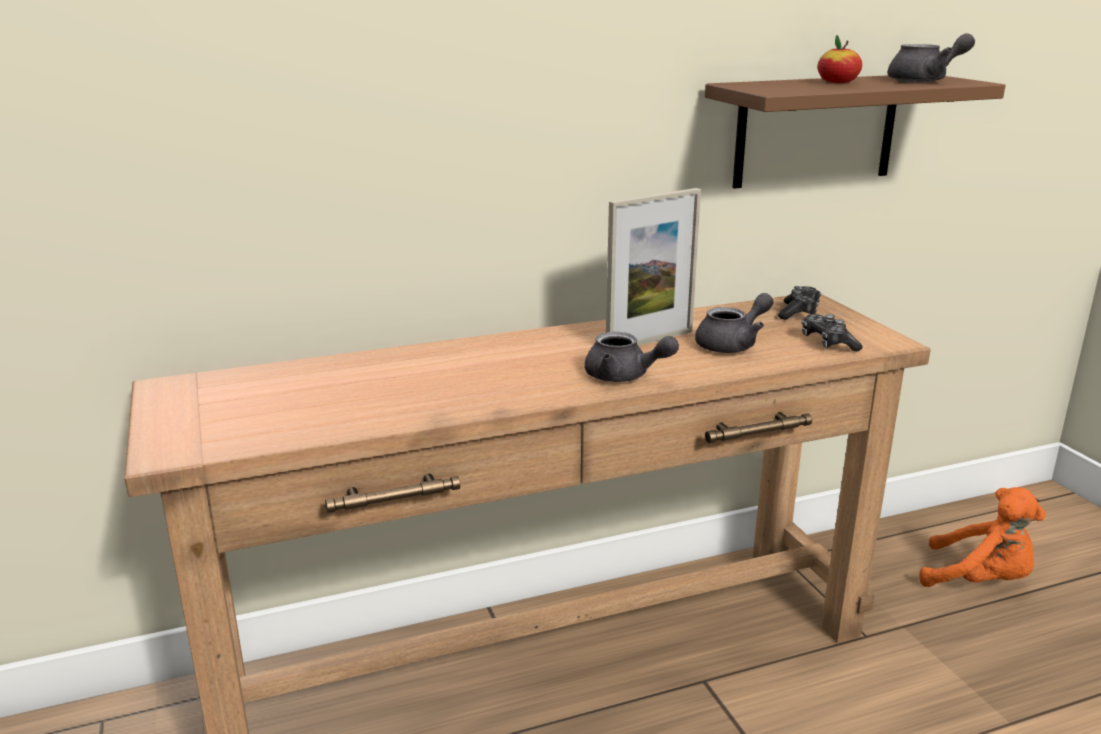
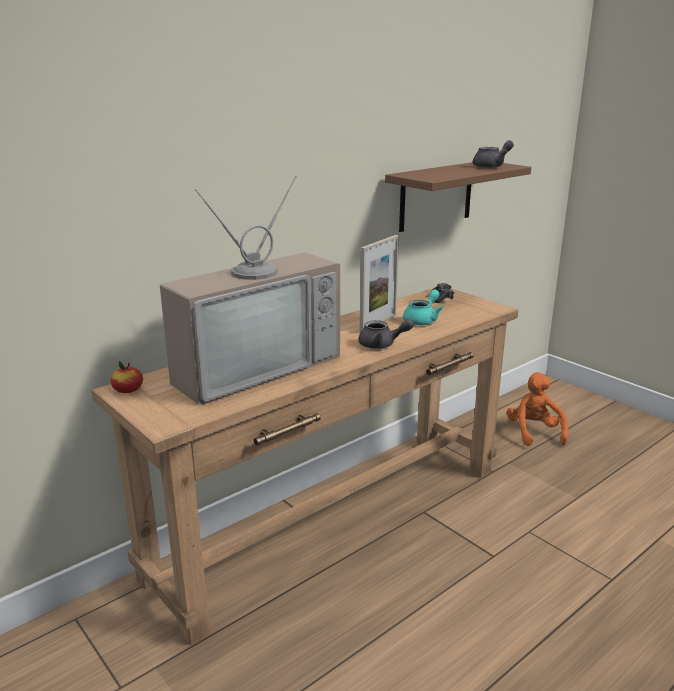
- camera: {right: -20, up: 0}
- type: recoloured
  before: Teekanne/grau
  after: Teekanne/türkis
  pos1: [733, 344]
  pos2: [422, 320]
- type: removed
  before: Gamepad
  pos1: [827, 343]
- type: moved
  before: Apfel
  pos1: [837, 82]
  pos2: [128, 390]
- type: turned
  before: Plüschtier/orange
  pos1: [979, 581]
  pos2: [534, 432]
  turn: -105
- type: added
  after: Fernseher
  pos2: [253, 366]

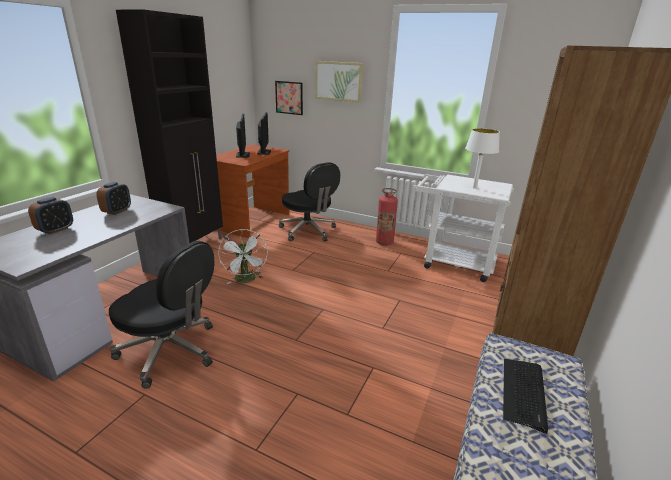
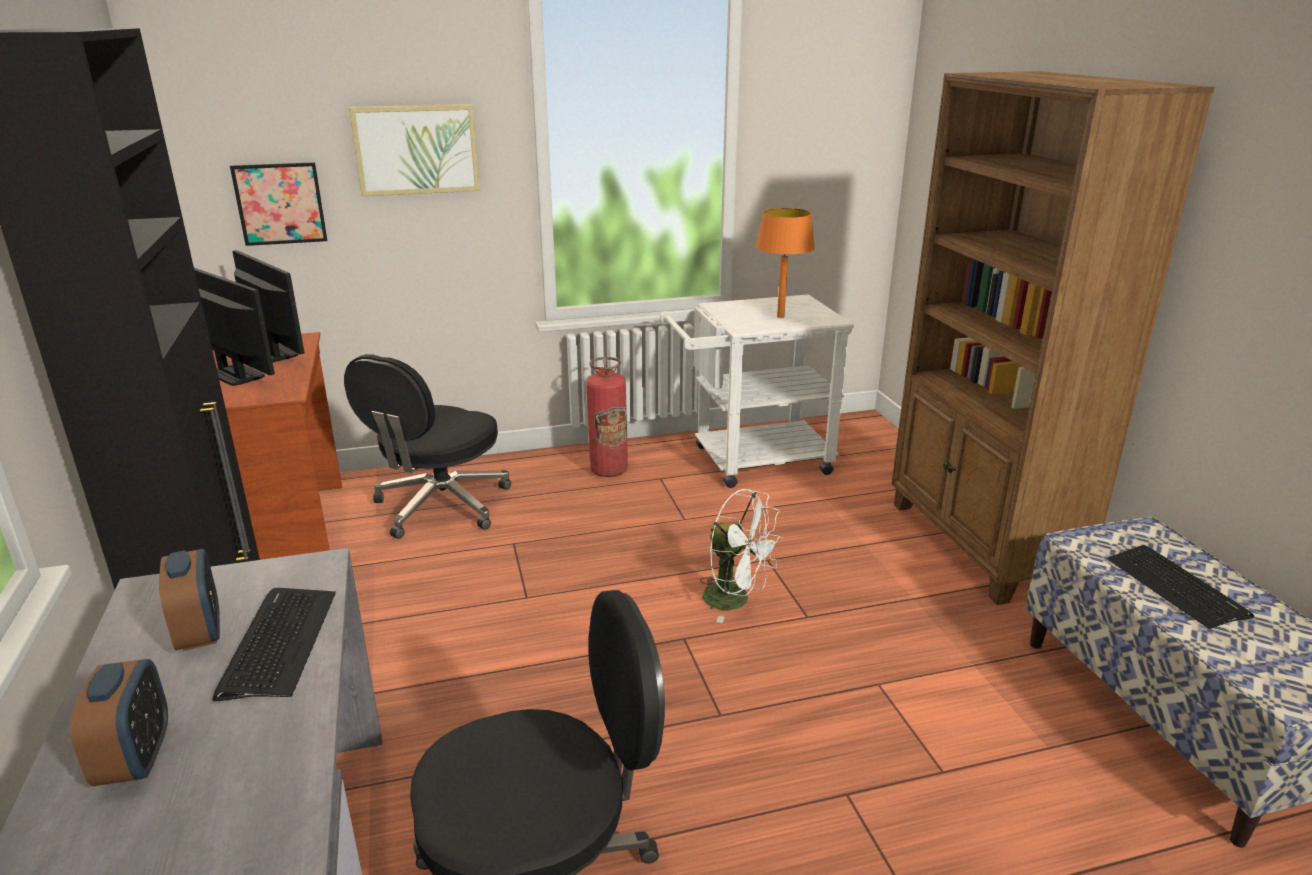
- camera: {right: -40, up: 0}
- type: moved
  before: Ventilator/weiß
  pos1: [246, 280]
  pos2: [736, 600]
- type: turned
  before: Bürostuhl/schwarz
  pos1: [308, 231]
  pos2: [440, 506]
  turn: 105
- type: recoloured
  before: Tischlampe/weiß
  after: Tischlampe/orange
  pos1: [474, 188]
  pos2: [780, 316]
- type: added
  after: Tastatur
  pos2: [278, 643]

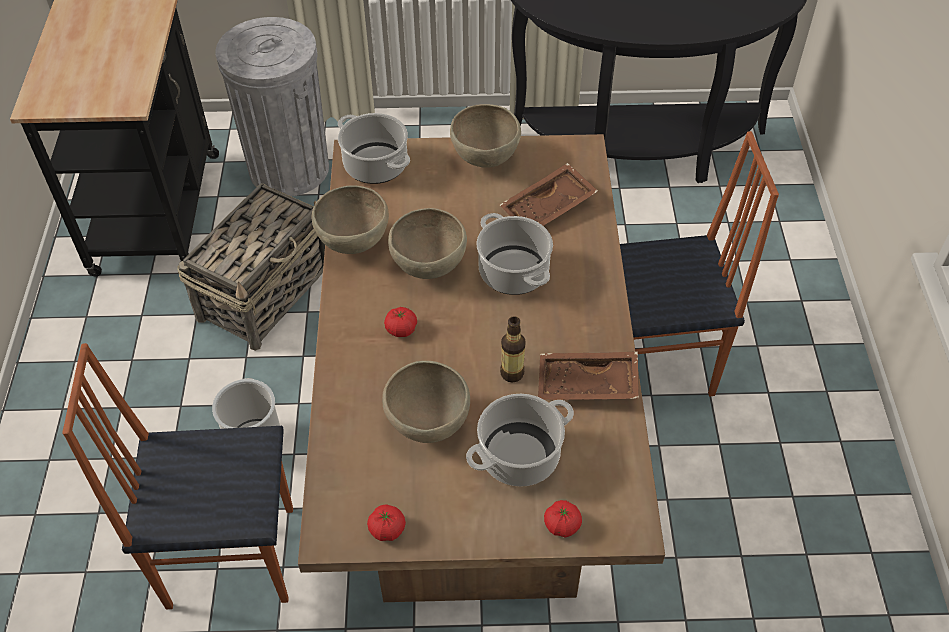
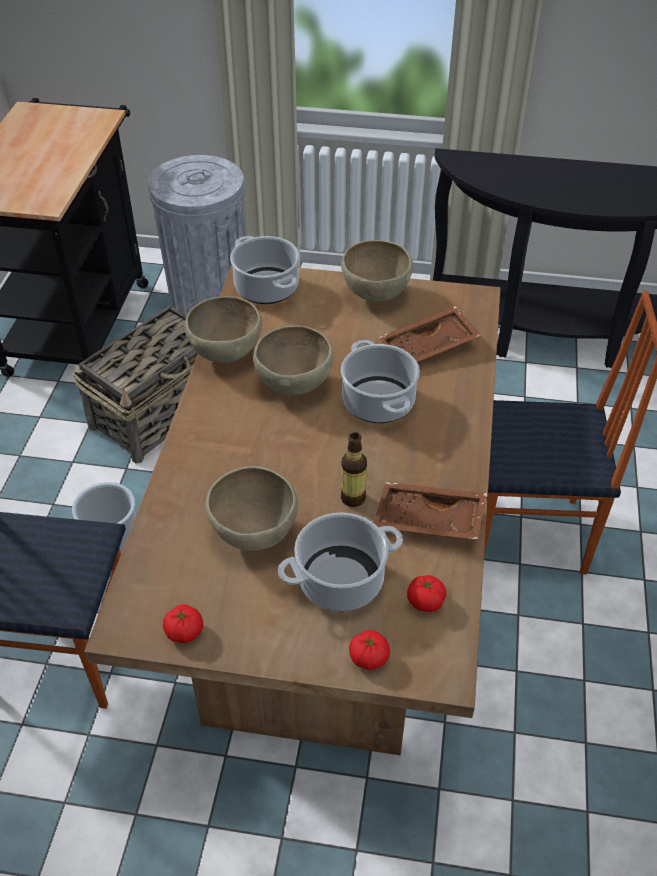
- camera: {right: 10, up: -5}
- type: moved
  before: Tomate
  pos1: [401, 329]
  pos2: [425, 601]

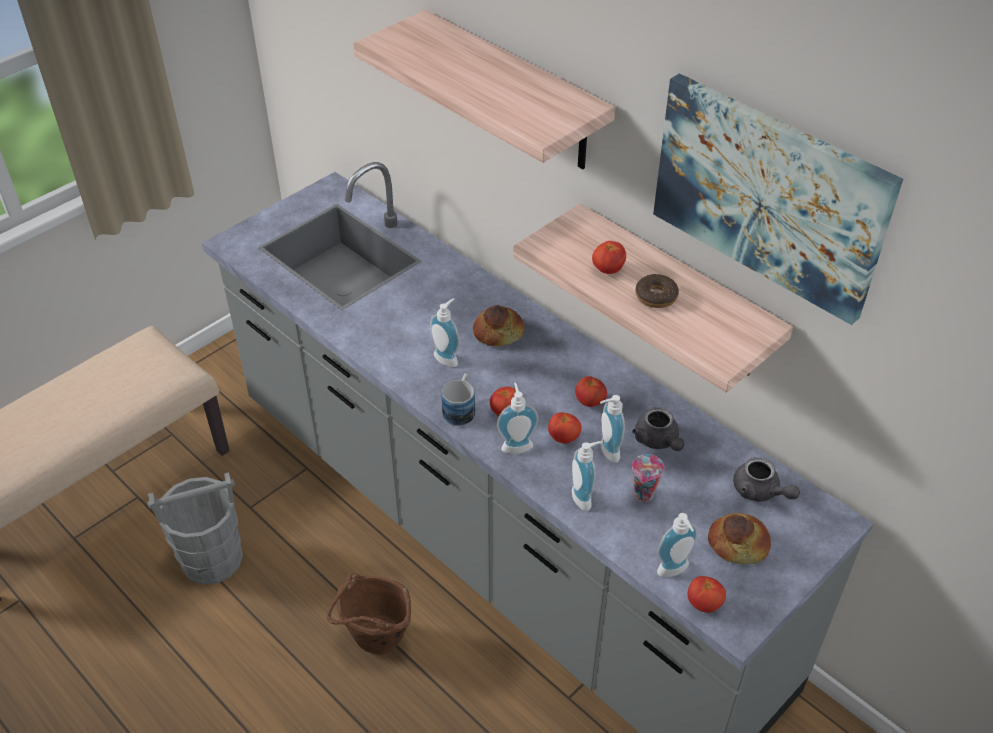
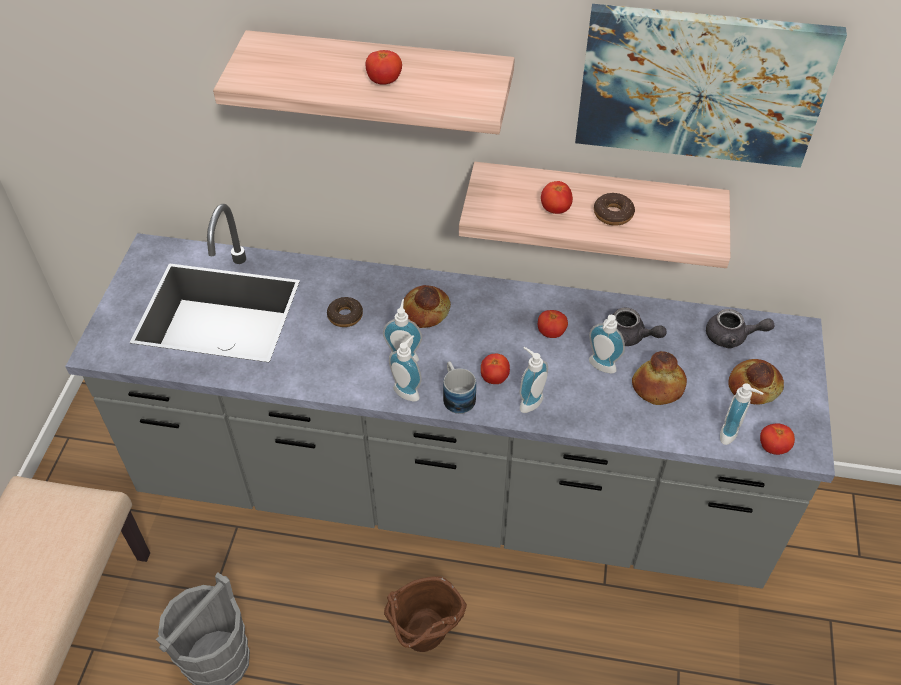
- camera: {right: -35, up: 5}
- type: moved
  before: Tomate
  pos1: [564, 438]
  pos2: [384, 81]
- type: moved
  before: Seifenspender
  pos1: [585, 497]
  pos2: [408, 390]
- type: replaced
  before: Tasse
  after: Brot
  pos1: [644, 495]
  pos2: [658, 387]
- type: added
  after: Donut
  pos2: [345, 316]

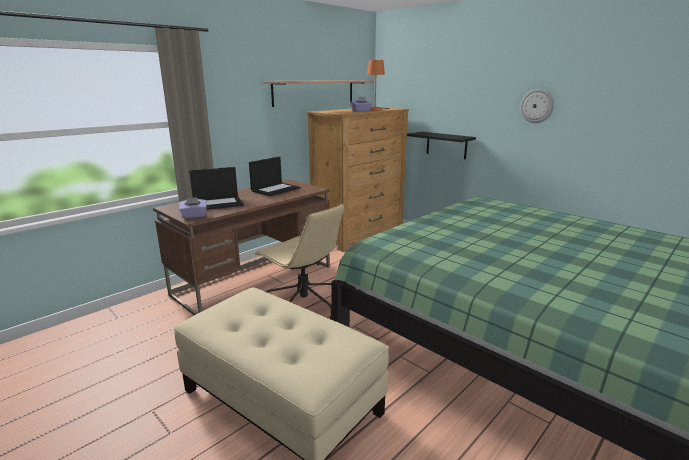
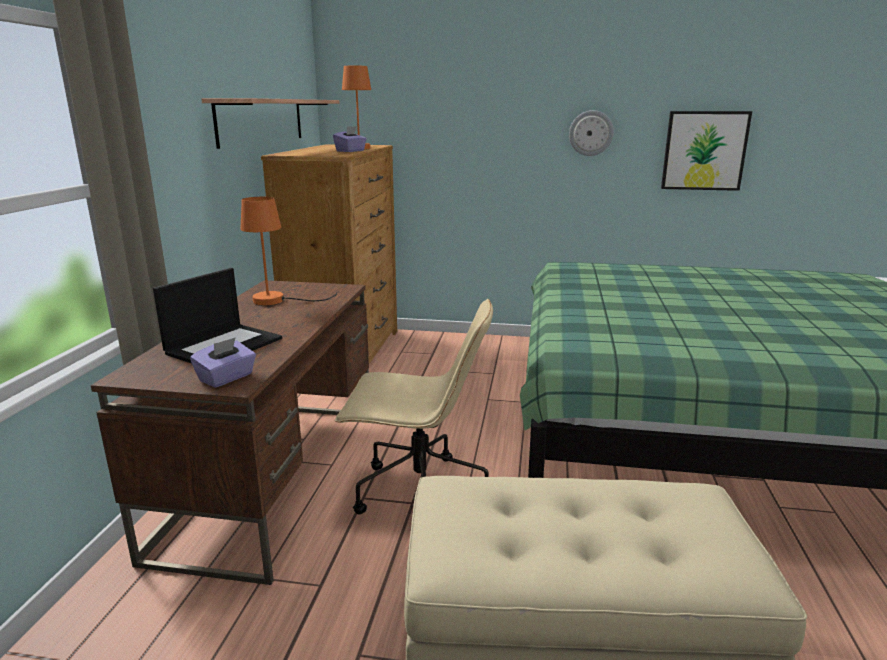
- camera: {right: -35, up: 0}
- type: replaced
  before: Laptop
  after: Tischlampe/orange
  pos1: [275, 189]
  pos2: [278, 300]
- type: removed
  before: Wandregal/schwarz
  pos1: [446, 145]
- type: added
  after: Bild
  pos2: [704, 151]

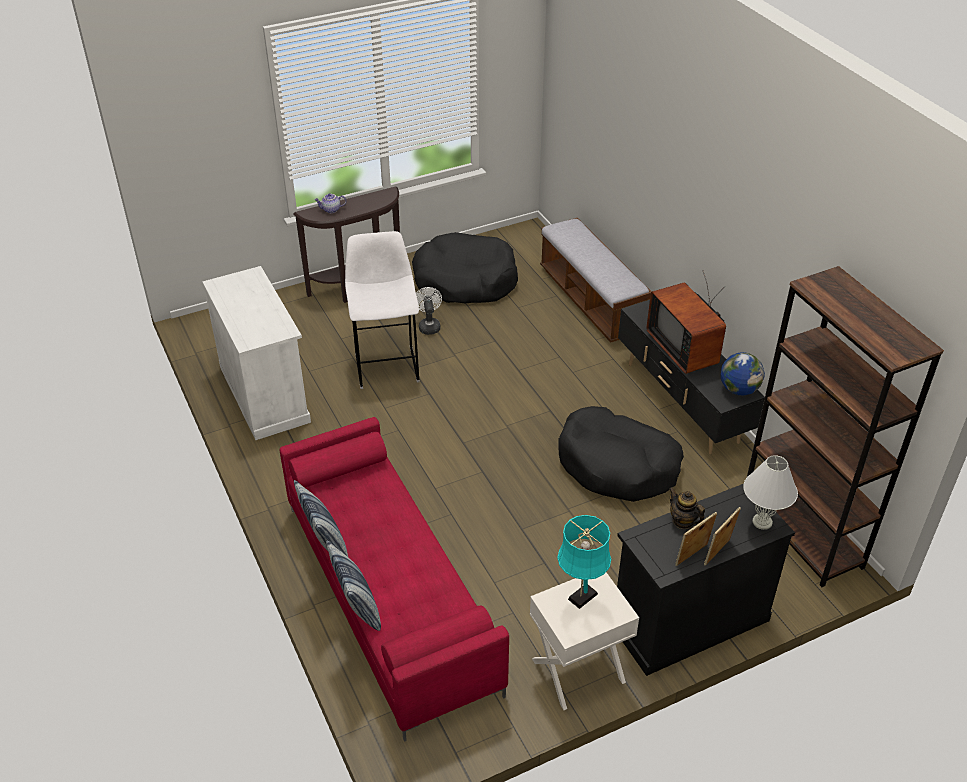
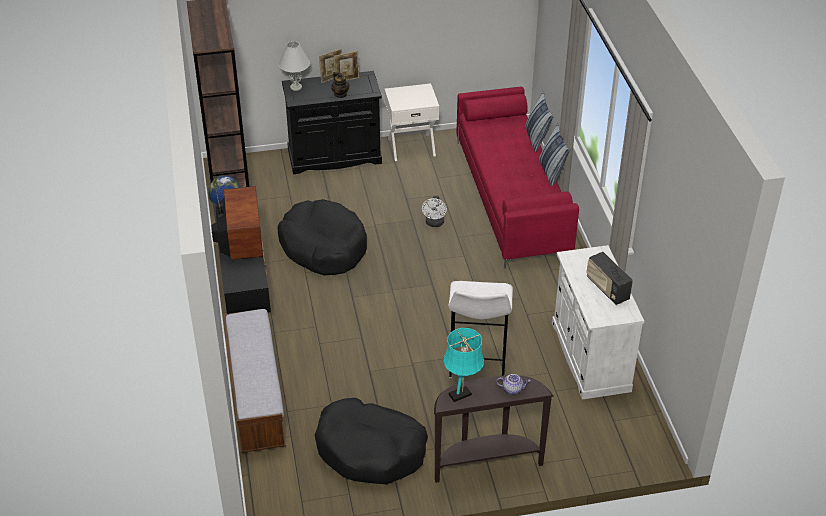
- camera: {right: -165, up: 0}
- type: moved
  before: Ventilator/weiß
  pos1: [429, 325]
  pos2: [434, 223]
- type: moved
  before: Tischlampe/türkis
  pos1: [580, 598]
  pos2: [462, 394]
- type: added
  after: Radio
  pos2: [607, 289]

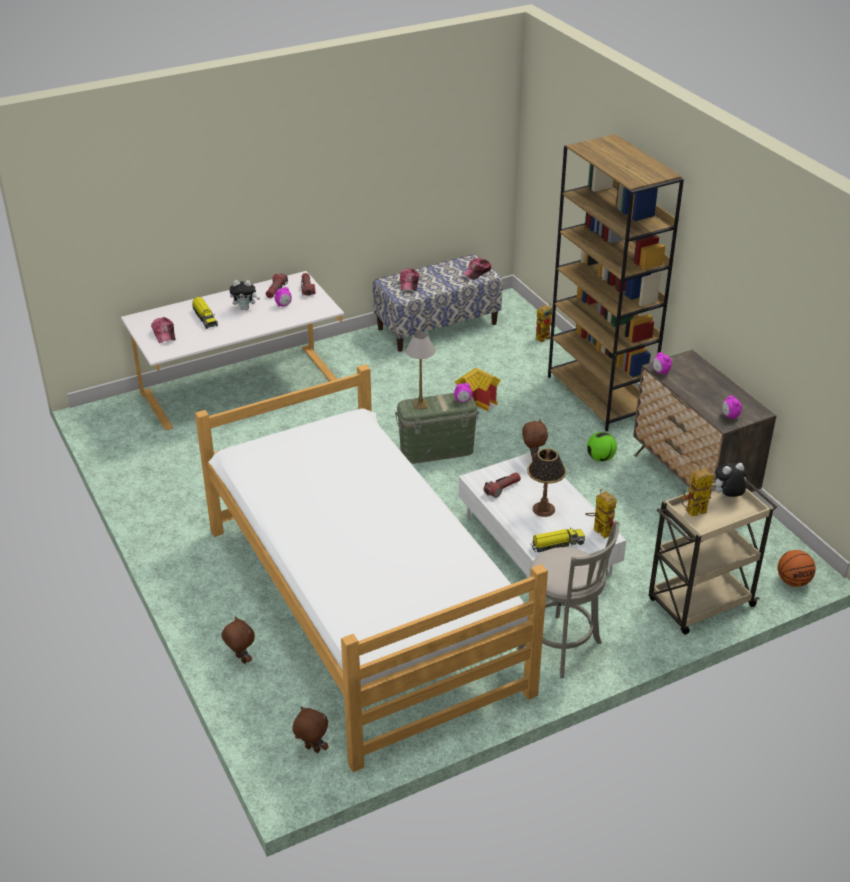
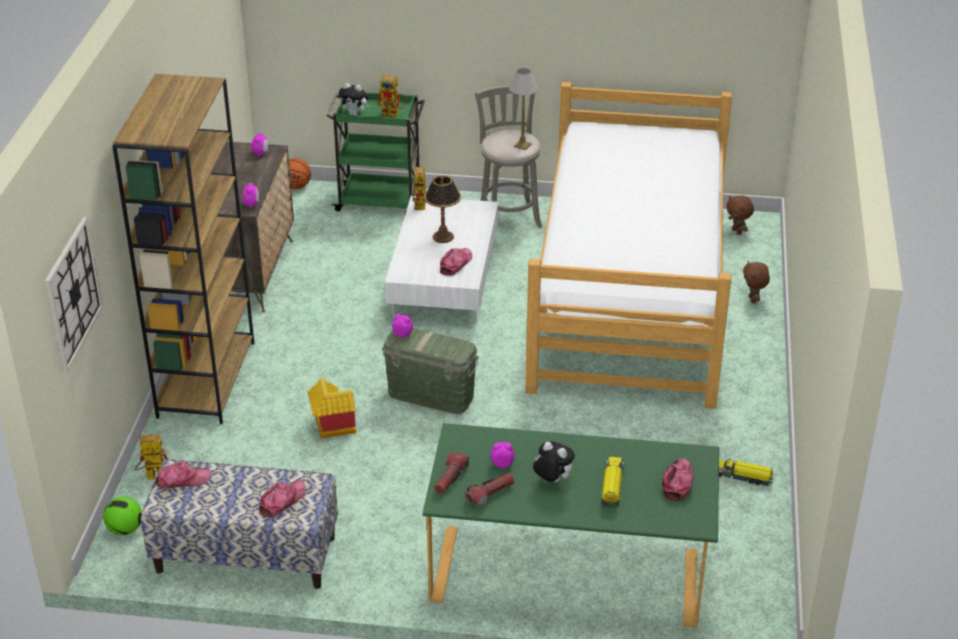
- camera: {right: -145, up: 0}
- type: recoloured
  before: Schreibtisch/weiß
  after: Schreibtisch/grün
  pos1: [241, 389]
  pos2: [568, 570]
- type: moved
  before: Tischlampe
  pos1: [421, 405]
  pos2: [522, 145]
- type: replaced
  before: Taschenlampe
  after: Kappe
  pos1: [502, 488]
  pos2: [455, 264]
- type: removed
  before: Plüschtier/braun
  pos1: [532, 458]
- type: moved
  before: Spielzeuglaster
  pos1: [557, 544]
  pos2: [744, 477]
- type: moved
  before: Fußball
  pos1: [600, 458]
  pos2: [125, 529]
- type: recoloured
  before: Rollwagen/beige
  after: Rollwagen/grün
  pos1: [699, 604]
  pos2: [380, 201]
- type: added
  after: Wanduhr
  pos2: [72, 294]

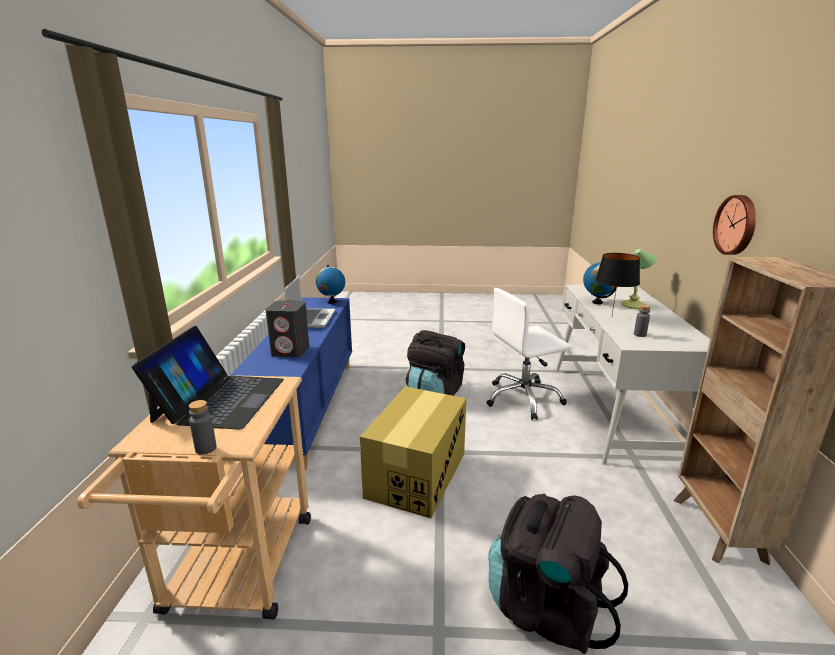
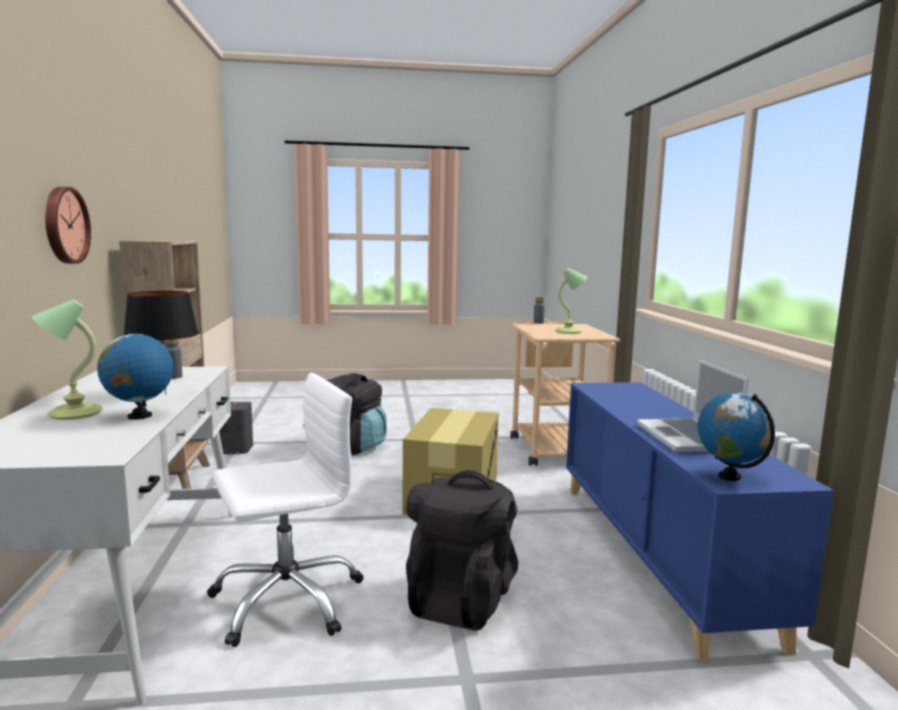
- camera: {right: 170, up: -10}
- type: replaced
  before: Laptop
  after: Tischlampe
  pos1: [220, 399]
  pos2: [569, 331]
- type: moved
  before: Lautsprecher/grau
  pos1: [291, 351]
  pos2: [235, 449]

